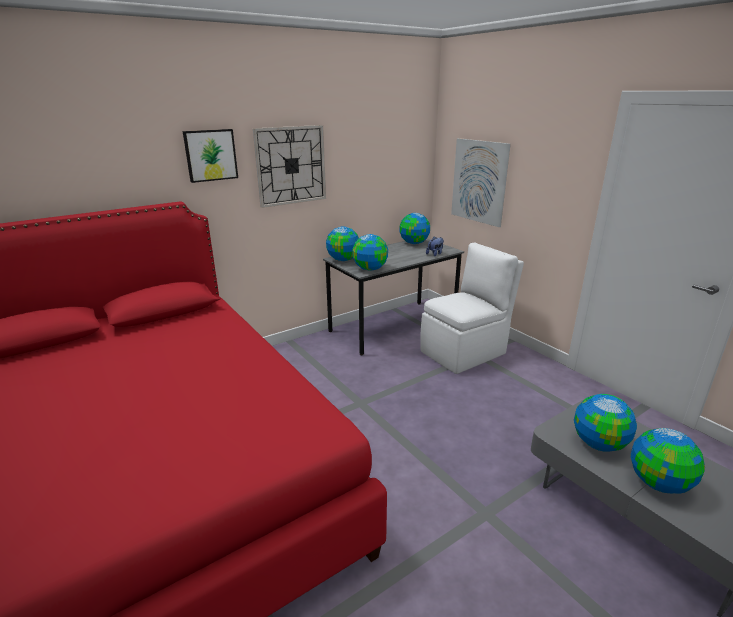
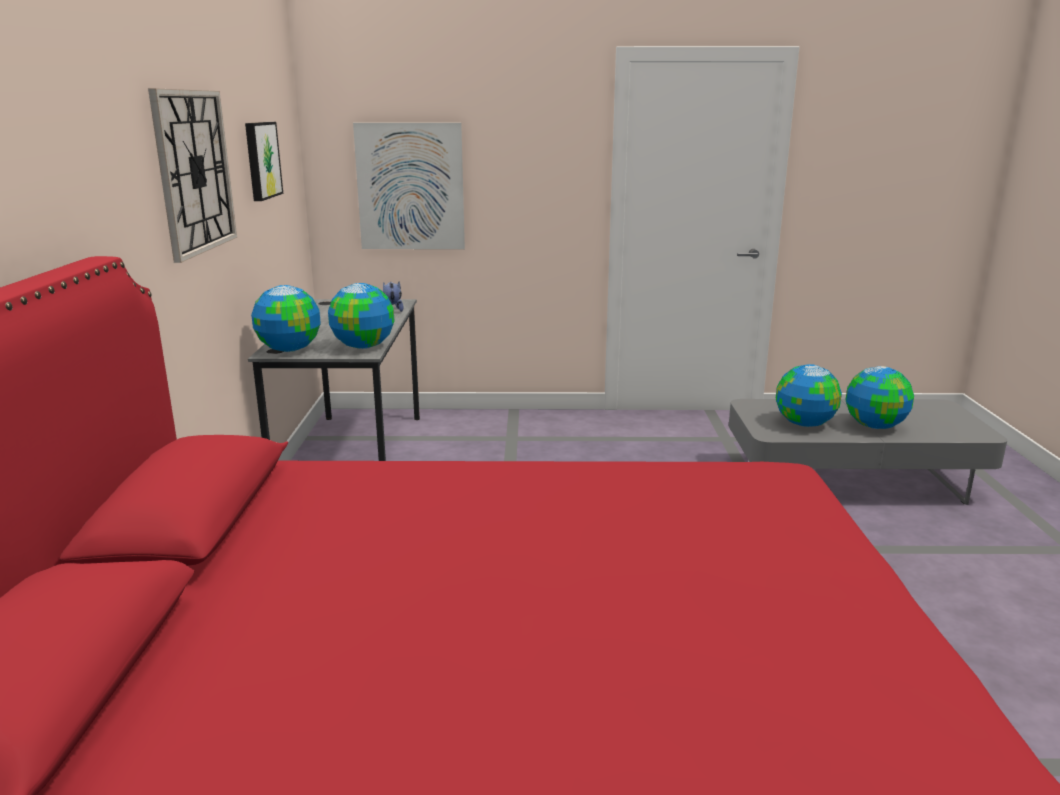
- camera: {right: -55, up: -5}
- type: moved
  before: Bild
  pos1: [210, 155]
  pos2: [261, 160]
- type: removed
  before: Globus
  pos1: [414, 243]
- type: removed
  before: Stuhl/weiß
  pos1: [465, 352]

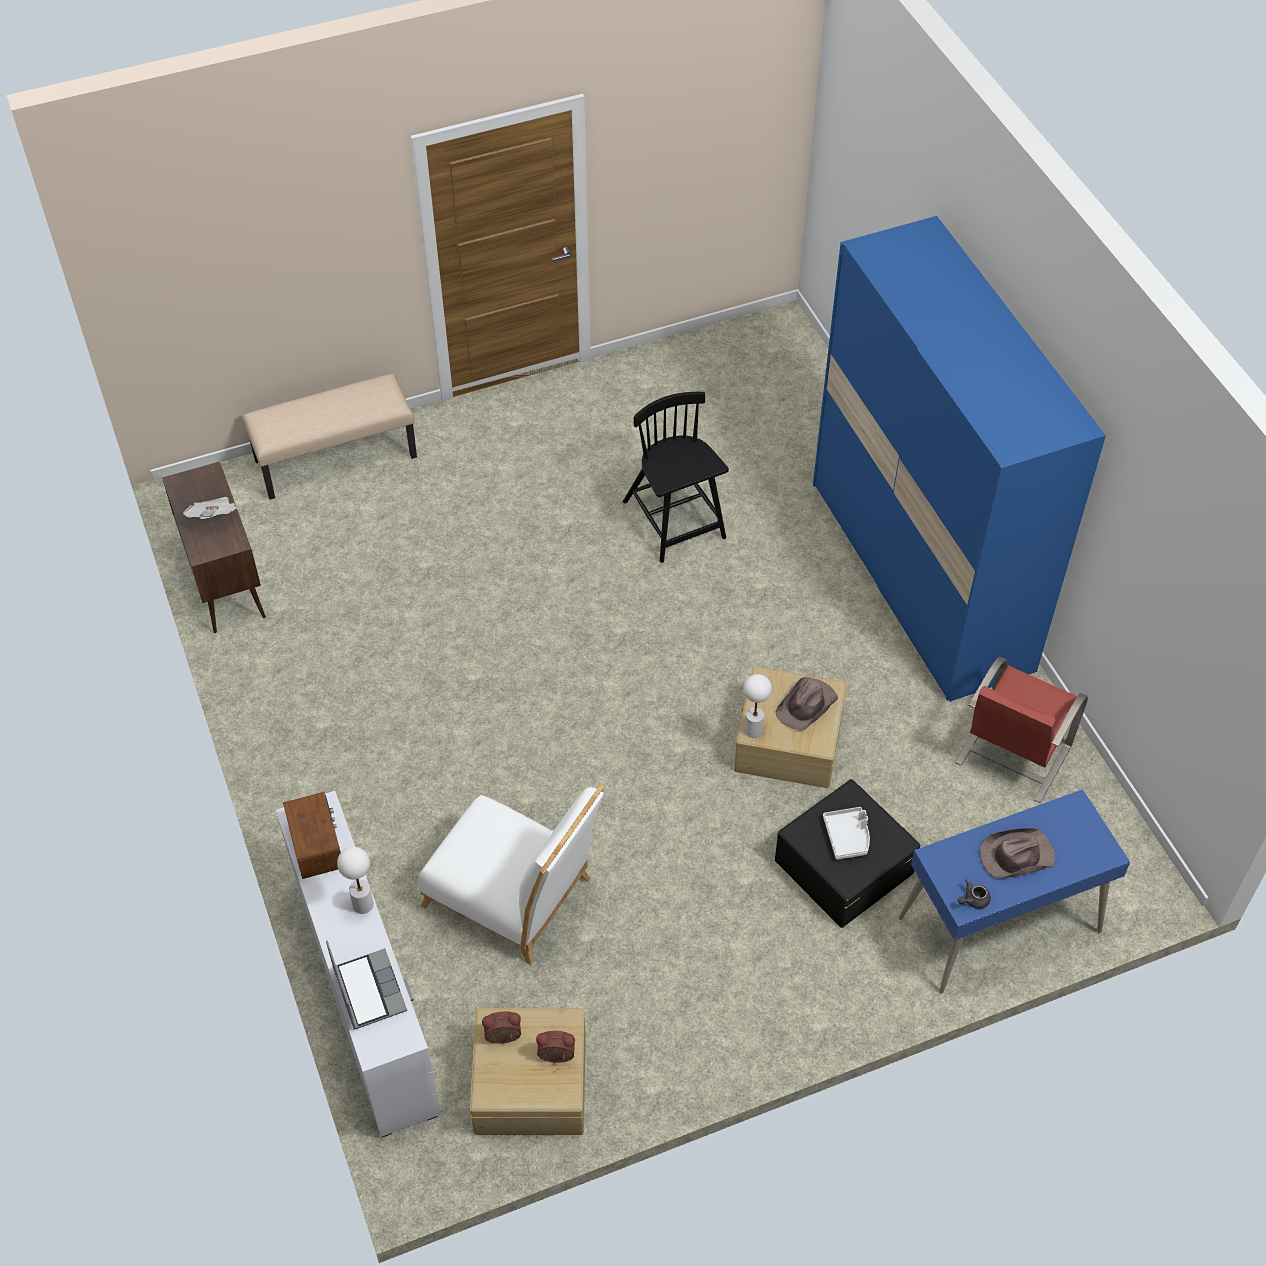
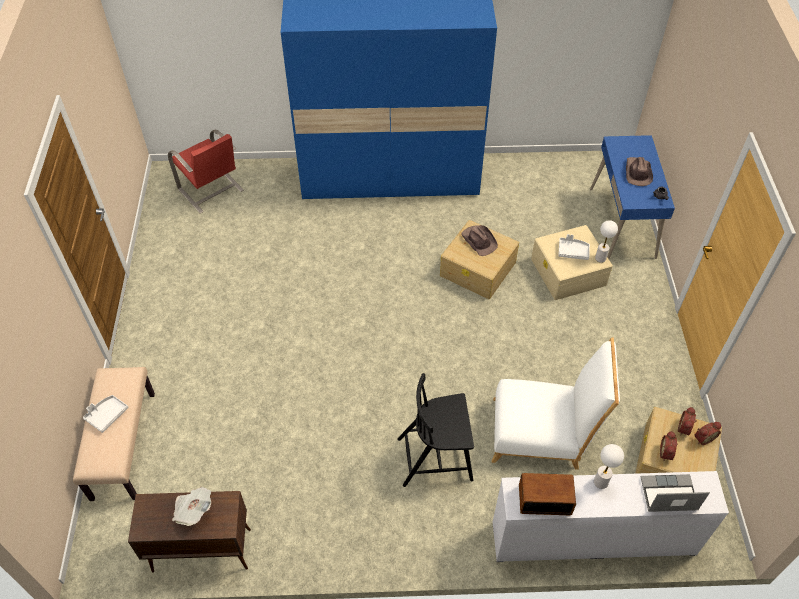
- camera: {right: -70, up: 0}
- type: turned
  before: Stuhl/weiß
  pos1: [515, 897]
  pos2: [542, 433]
  turn: 45
- type: moved
  before: Stuhl/schwarz
  pos1: [674, 521]
  pos2: [436, 458]
- type: moved
  before: Tischlampe/weiß
  pos1: [753, 730]
  pos2: [600, 258]
- type: recoloured
  before: Aufbewahrungsbox/schwarz
  after: Aufbewahrungsbox/beige
  pos1: [843, 866]
  pos2: [568, 272]
- type: moved
  before: Stuhl/rot
  pos1: [1011, 756]
  pos2: [211, 190]
- type: added
  after: Tablett/weiß
  pos2: [107, 415]
- type: added
  after: Wecker
  pos2: [703, 438]

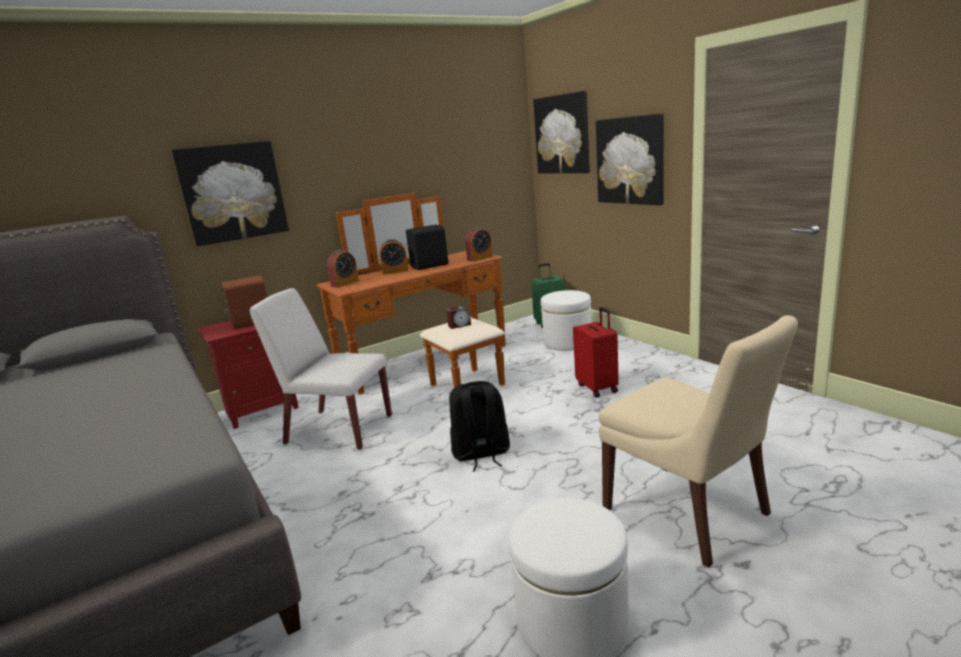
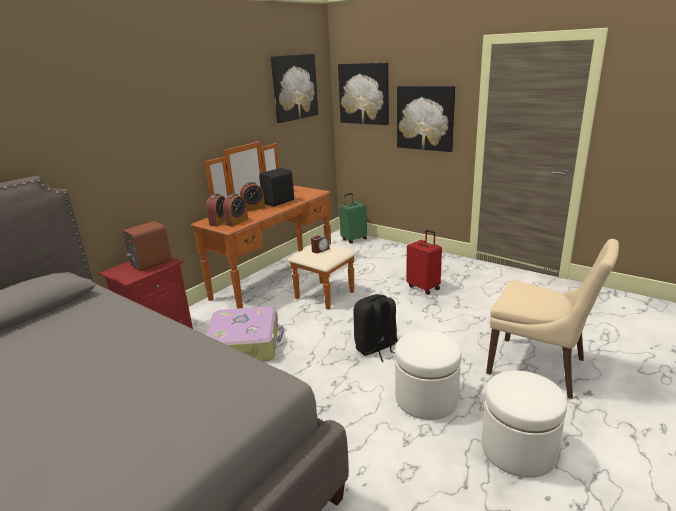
- camera: {right: -20, up: 5}
- type: moved
  before: Bild
  pos1: [233, 192]
  pos2: [294, 87]
- type: replaced
  before: Stuhl/weiß
  after: Koffer
  pos1: [338, 429]
  pos2: [245, 344]
- type: moved
  before: Wecker
  pos1: [480, 258]
  pos2: [237, 222]
- type: moved
  before: Polsterhocker/weiß
  pos1: [567, 342]
  pos2: [426, 399]

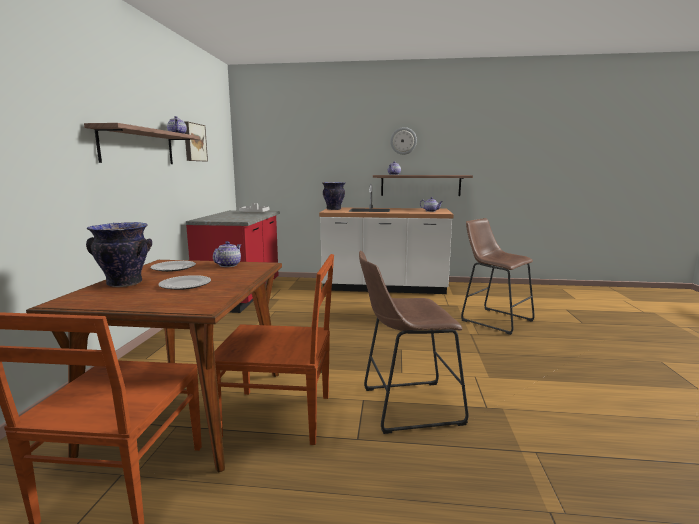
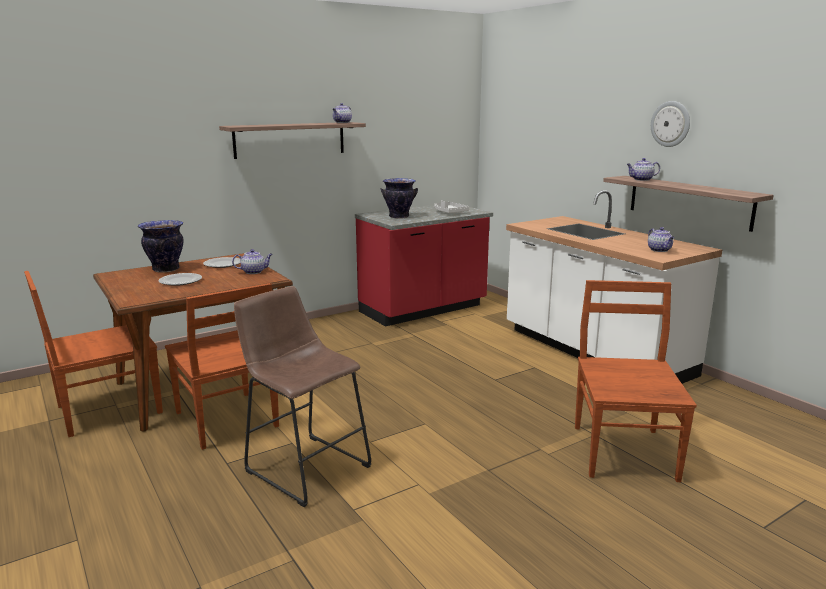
- camera: {right: 50, up: 5}
- type: removed
  before: Bild
  pos1: [194, 142]
- type: moved
  before: Vase
  pos1: [334, 209]
  pos2: [399, 217]
- type: replaced
  before: Hocker/braun
  after: Stuhl/braun
  pos1: [493, 319]
  pos2: [623, 450]

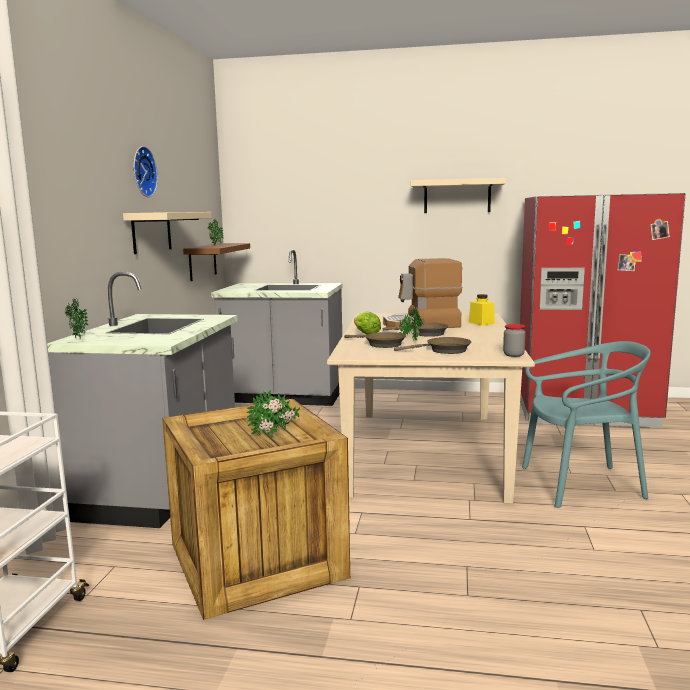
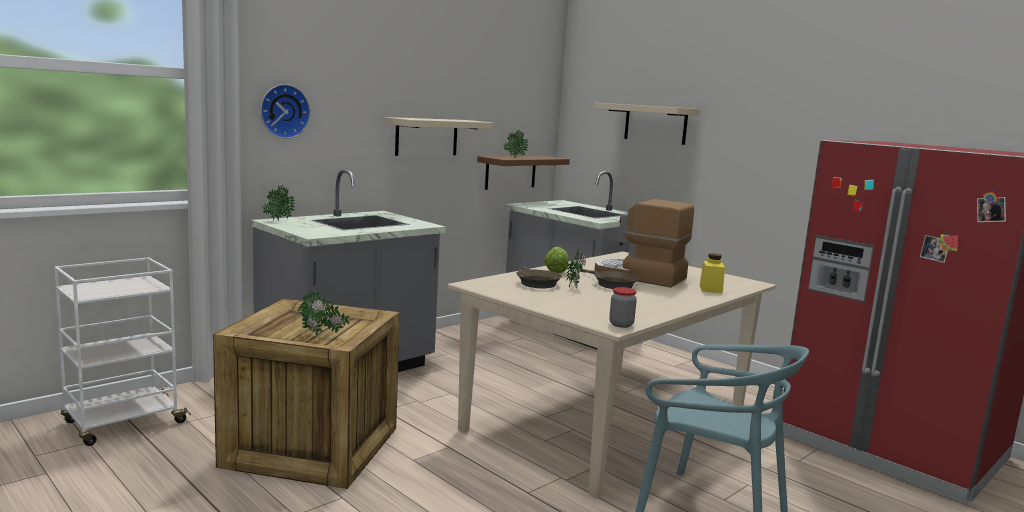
- camera: {right: 35, up: 0}
- type: moved
  before: Wanduhr
  pos1: [141, 172]
  pos2: [283, 111]
- type: removed
  before: Pfanne/braun
  pos1: [444, 350]
- type: moved
  before: Wandregal/beige
  pos1: [457, 196]
  pos2: [655, 124]

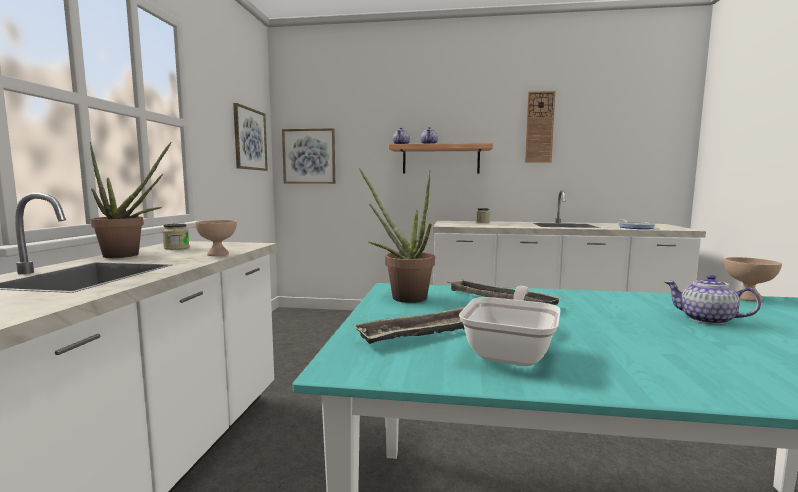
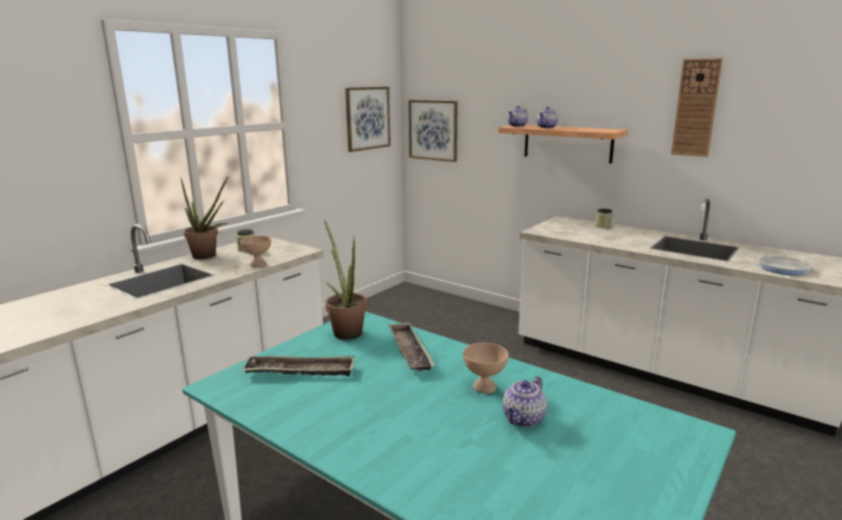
- camera: {right: 30, up: 10}
- type: removed
  before: Pfanne
  pos1: [512, 351]
- type: turned
  before: Teekanne
  pos1: [706, 320]
  pos2: [524, 419]
  turn: -120
- type: moved
  before: Schüssel/beige
  pos1: [747, 298]
  pos2: [485, 387]

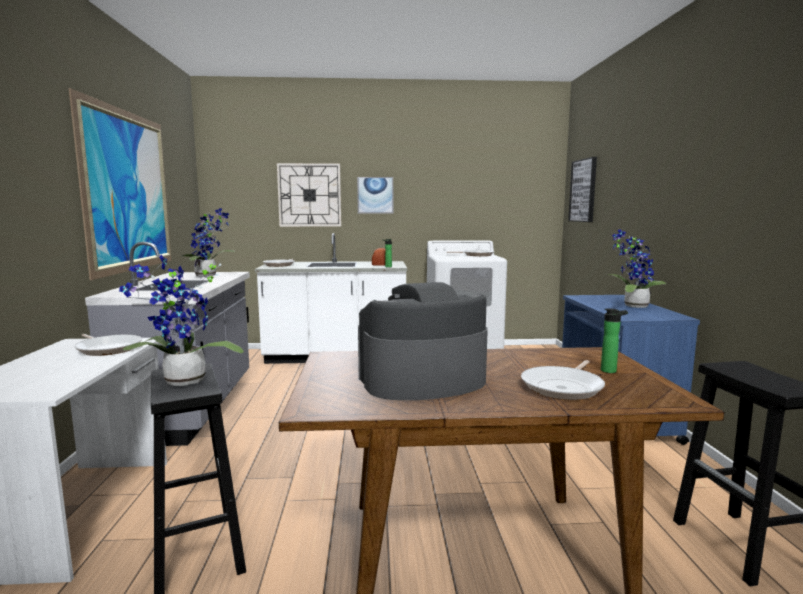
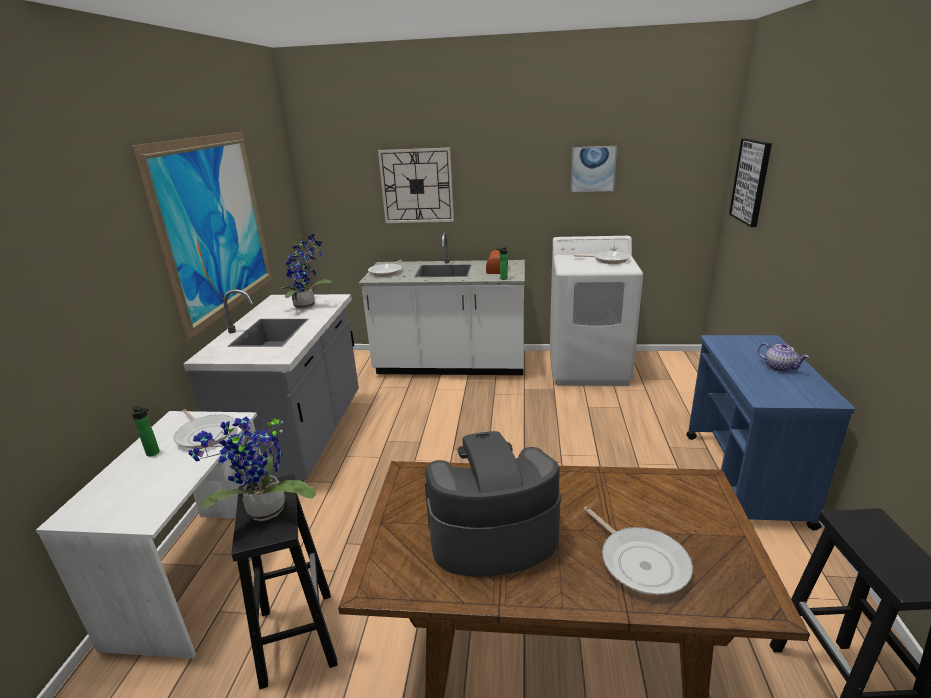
- camera: {right: 10, up: 15}
- type: moved
  before: Bild
  pos1: [375, 195]
  pos2: [593, 169]
- type: turned
  before: Pfanne
  pos1: [564, 387]
  pos2: [640, 562]
  turn: -75
- type: moved
  before: Flasche
  pos1: [611, 371]
  pos2: [154, 453]
- type: replaced
  before: Topfpflanze
  after: Teekanne
  pos1: [632, 306]
  pos2: [779, 367]

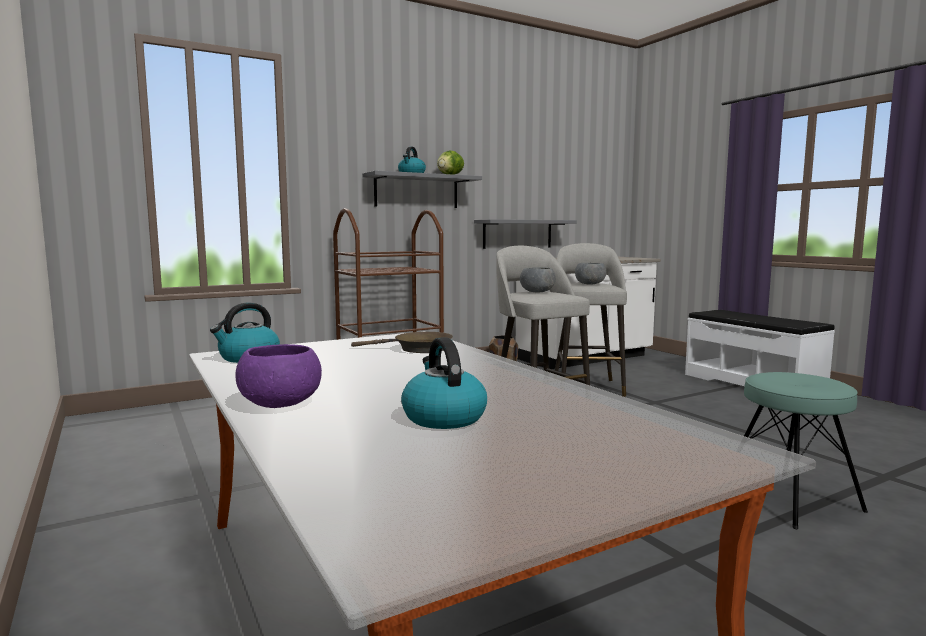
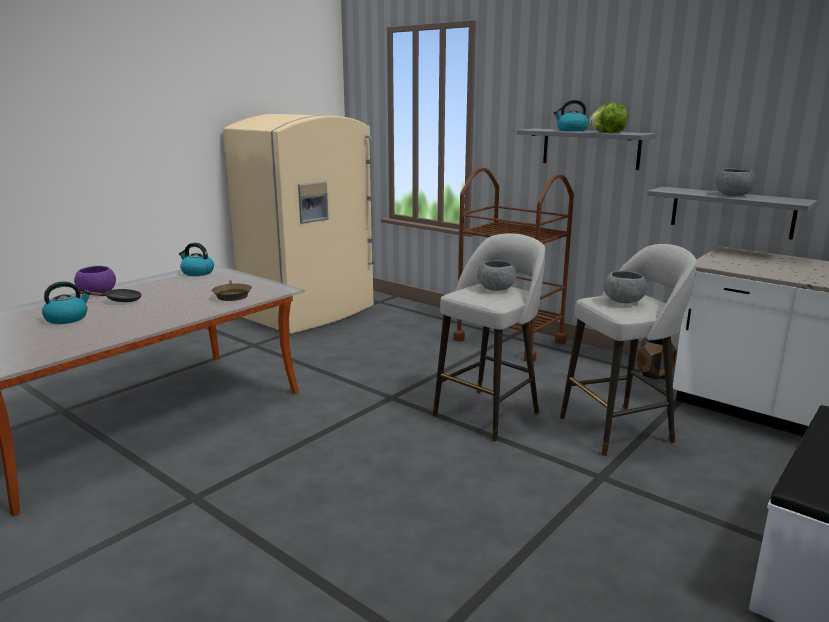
- camera: {right: 70, up: 10}
- type: removed
  before: Hocker/türkis
  pos1: [789, 499]
- type: added
  after: Pfanne/schwarz
  pos2: [119, 300]
- type: added
  after: Kühlschrank/beige
  pos2: [310, 313]
- type: added
  after: Schüssel/grau
  pos2: [732, 195]

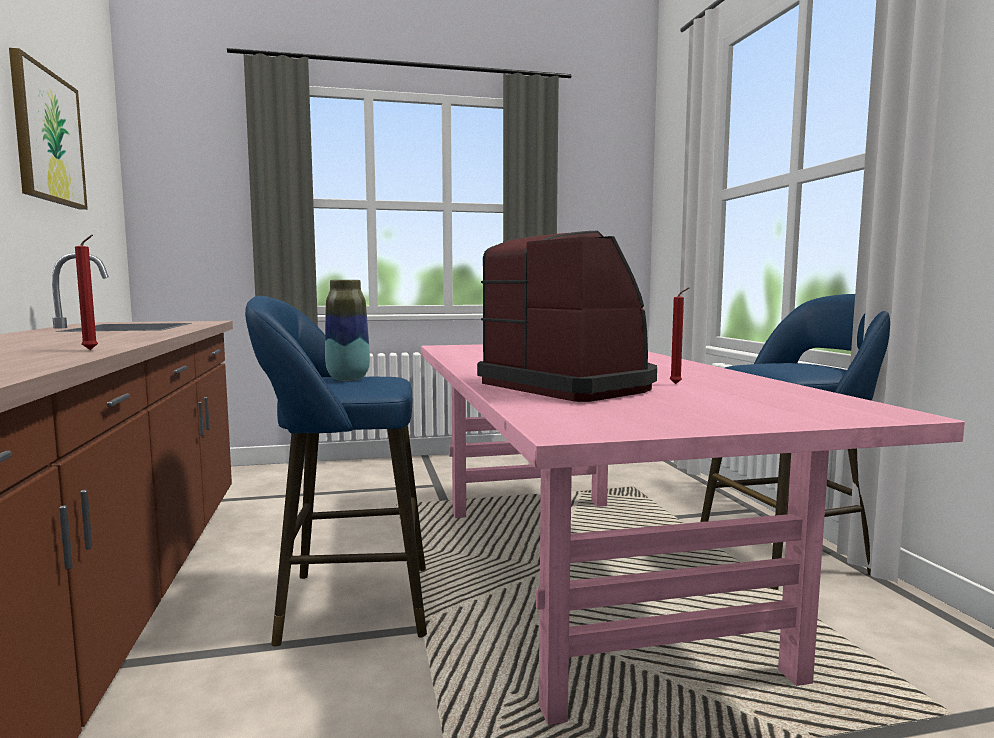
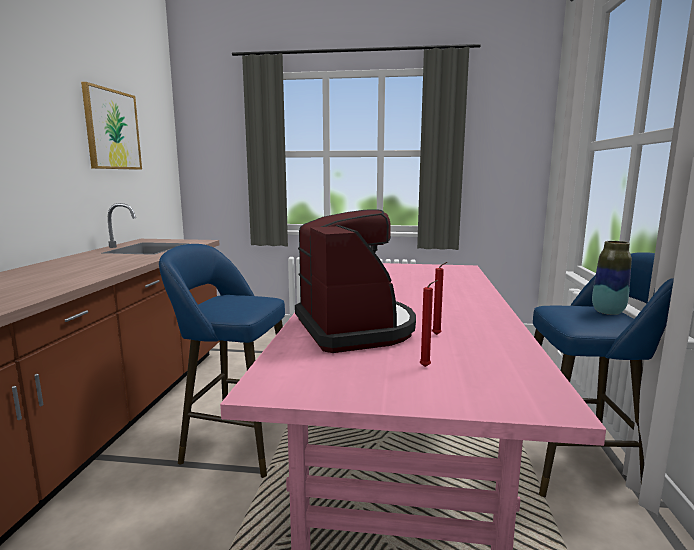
- camera: {right: 20, up: 5}
- type: moved
  before: Kerze/rot
  pos1: [92, 350]
  pos2: [427, 367]
- type: moved
  before: Vase
  pos1: [348, 379]
  pos2: [608, 312]

